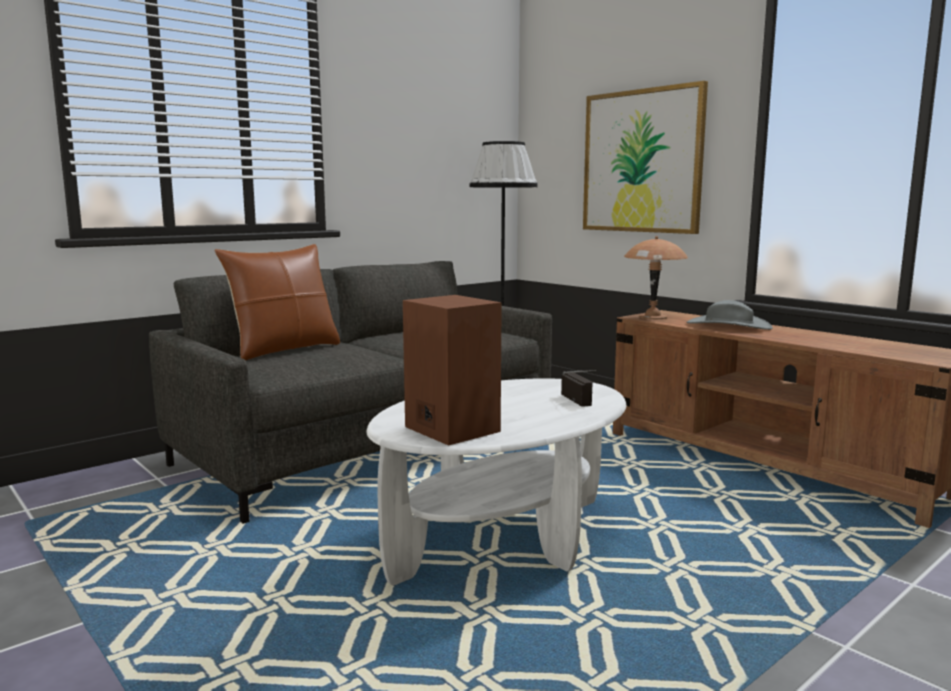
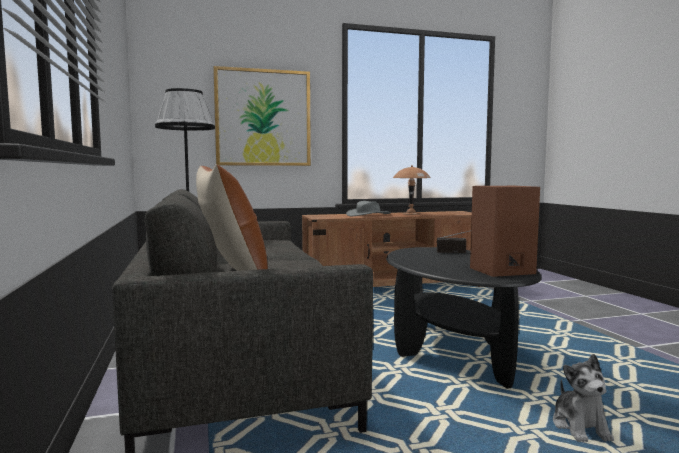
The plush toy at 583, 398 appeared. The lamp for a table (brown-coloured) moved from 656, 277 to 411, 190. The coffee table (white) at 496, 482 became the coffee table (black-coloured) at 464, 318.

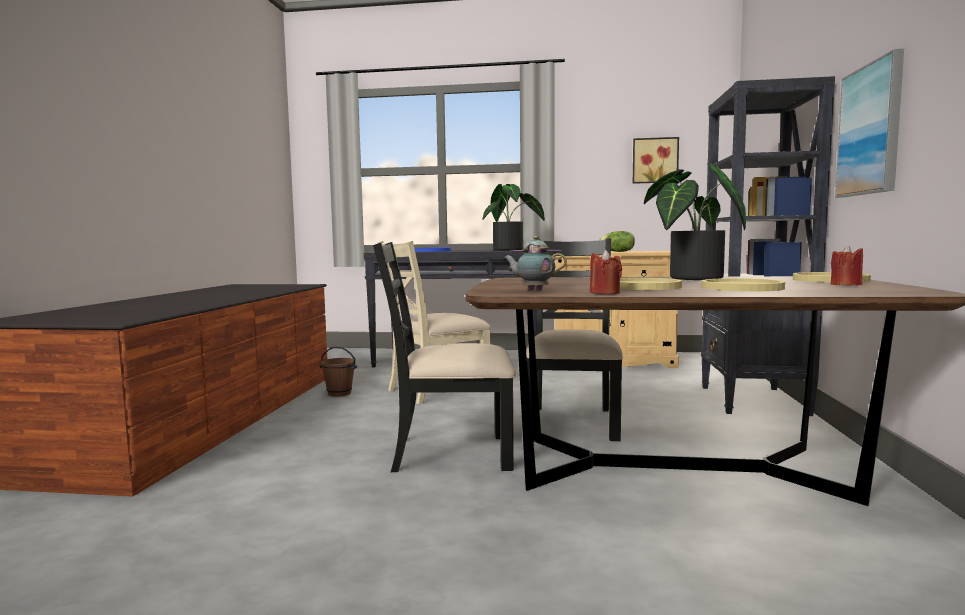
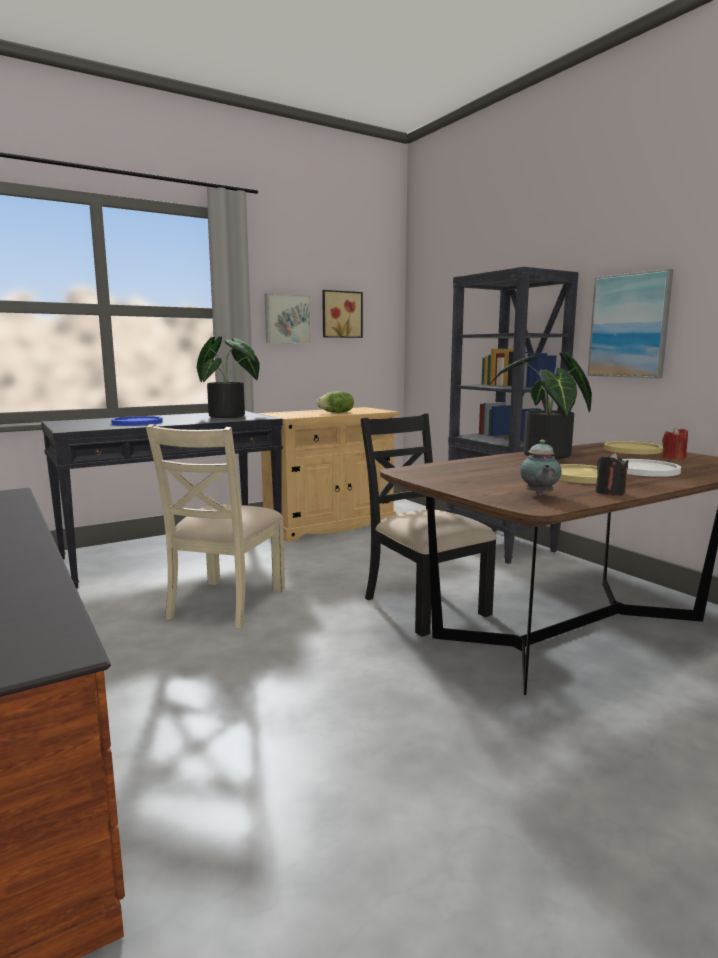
The bucket (brown-coloured) at 338, 372 disappeared. The upright chair (black-coloured) at 444, 357 disappeared. The picture at 288, 318 appeared. The wax light (red) at 606, 272 became the wax light (black-coloured) at 612, 474. The flat dish (yellow-coloured) at 743, 285 became the flat dish (white) at 651, 468. The pot for tea at 535, 263 turned 60 degrees counterclockwise.

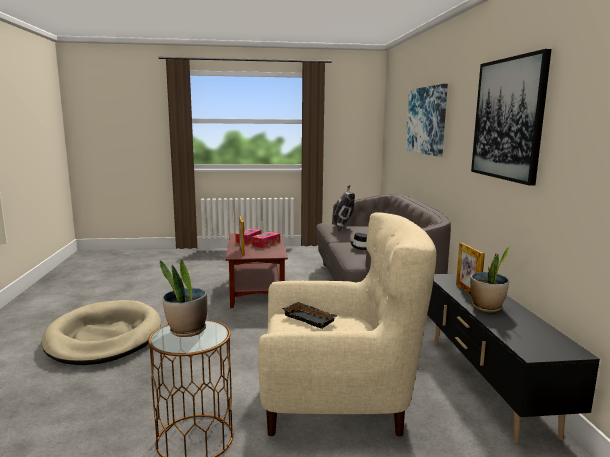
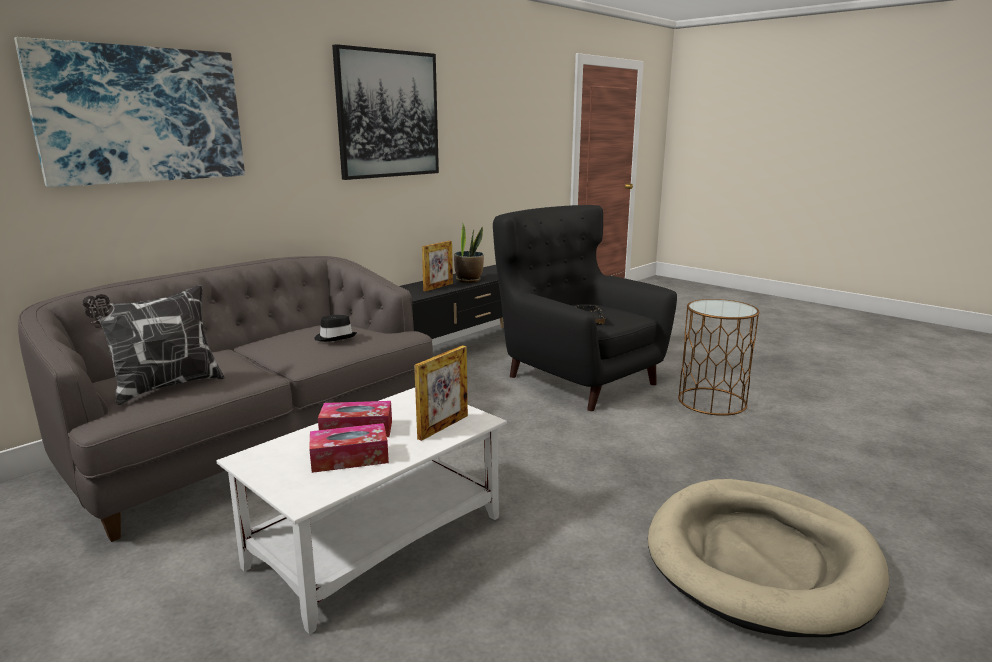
The houseplant at 183, 298 disappeared. The coffee table (brown-coloured) at 257, 270 became the coffee table (white) at 362, 511. The lounge chair (beige-coloured) at 347, 324 became the lounge chair (black-coloured) at 585, 308.

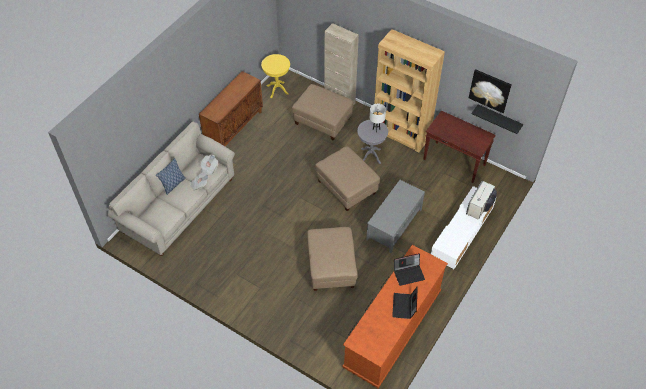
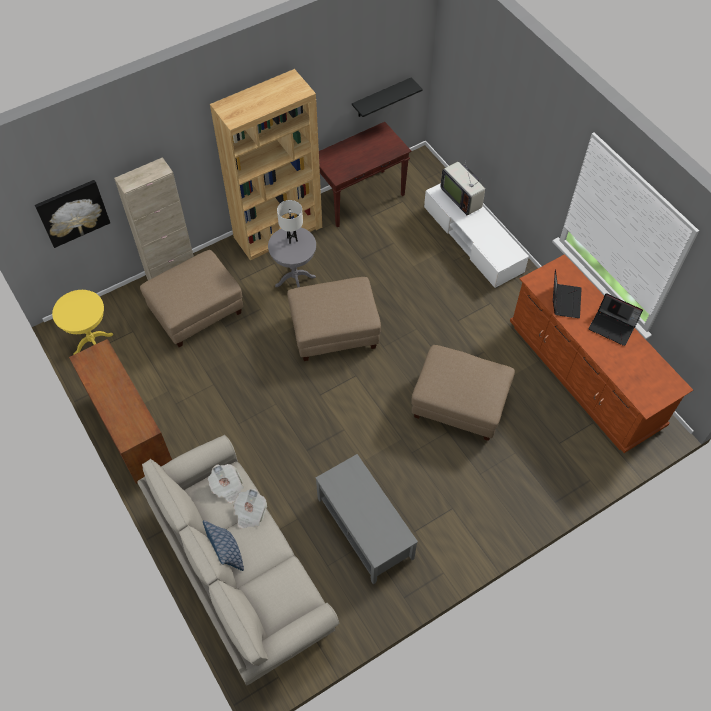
The coffee table (grey) moved from 395, 216 to 367, 519. The picture moved from 490, 91 to 72, 214.

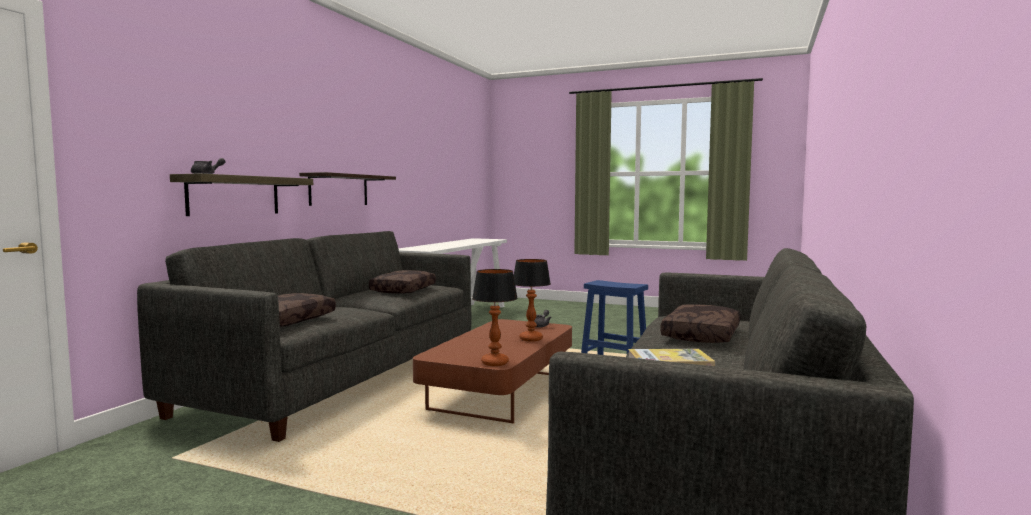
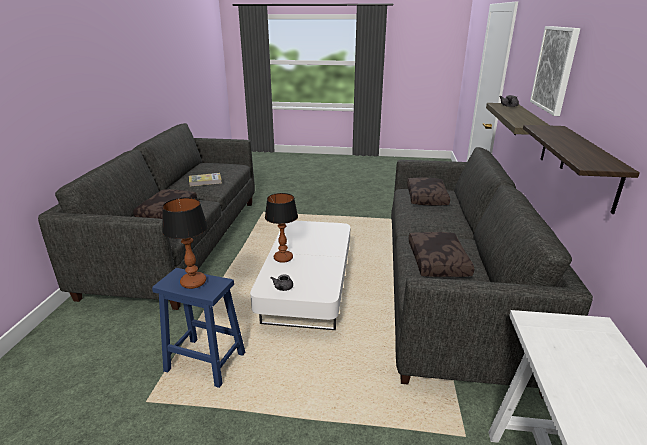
The picture at 555, 71 appeared. The lamp for a table moved from 495, 317 to 185, 243. The coffee table (brown-coloured) at 492, 371 became the coffee table (white) at 300, 275.

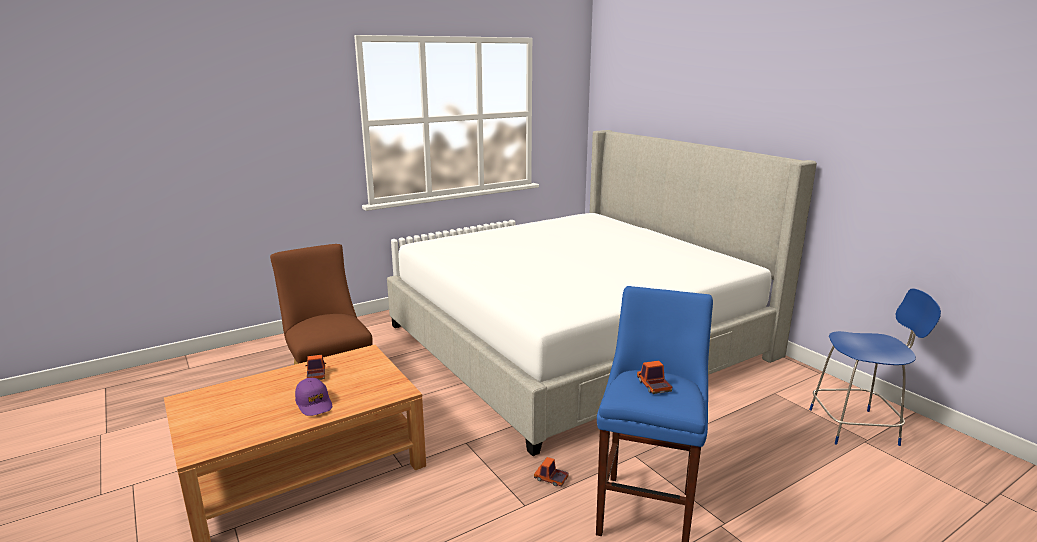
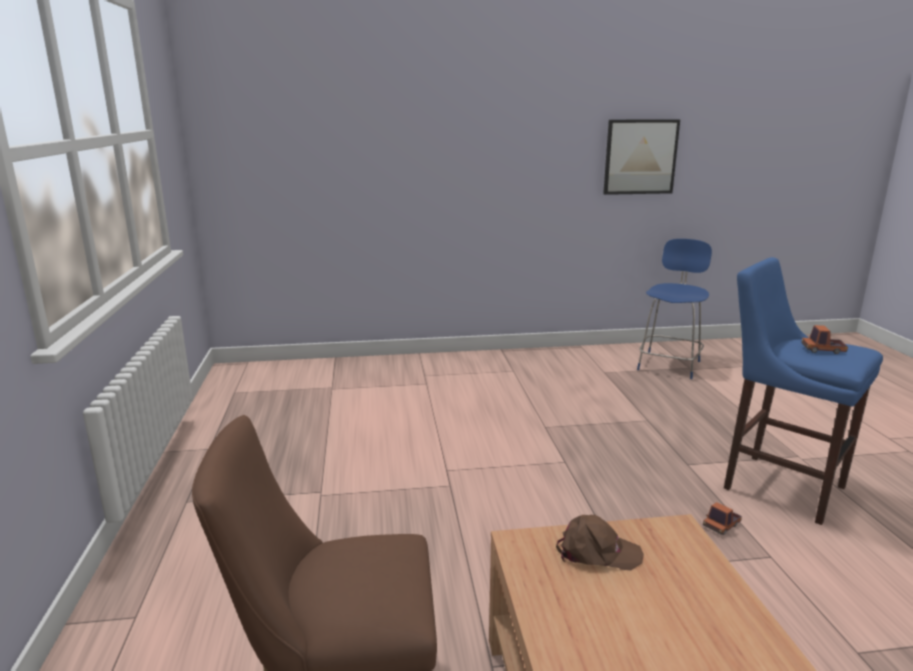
The peaked cap (purple) at 313, 397 disappeared. The toy lorry at 316, 367 disappeared. The bedroom bed at 602, 293 disappeared. The peaked cap (brown-coloured) at 600, 543 appeared. The picture at 641, 157 appeared.

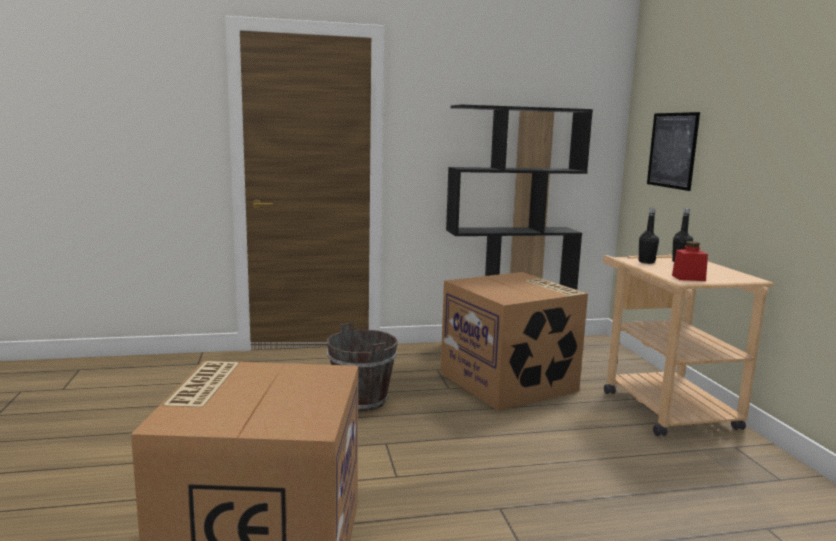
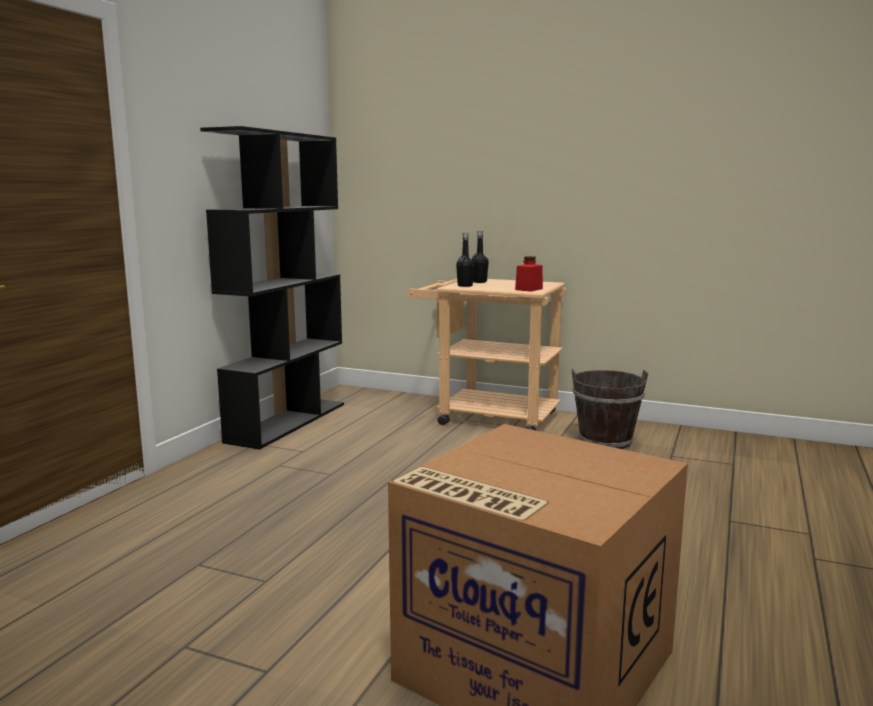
The carton at 514, 341 disappeared. The picture at 673, 151 disappeared. The bucket (brown-coloured) moved from 362, 367 to 609, 409.

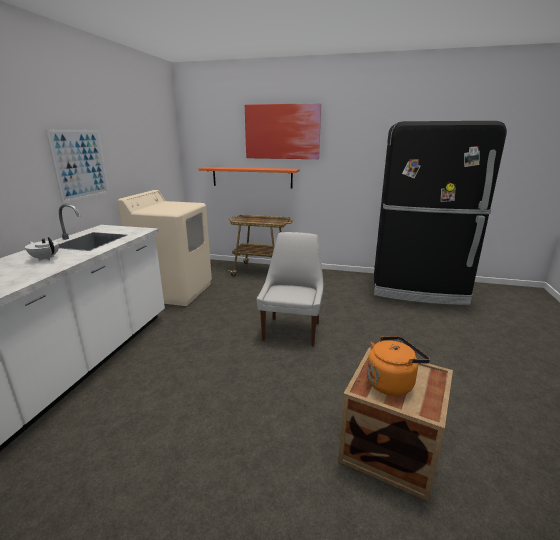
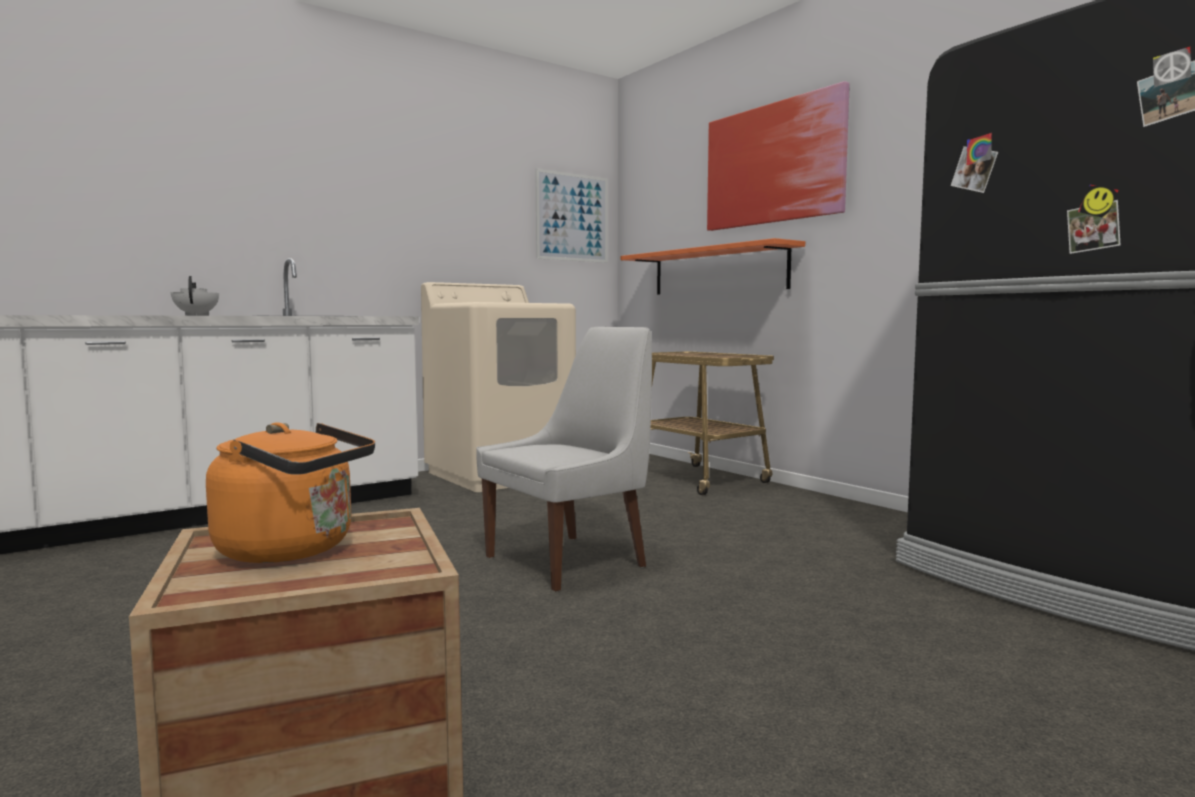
The picture moved from 77, 166 to 572, 215.

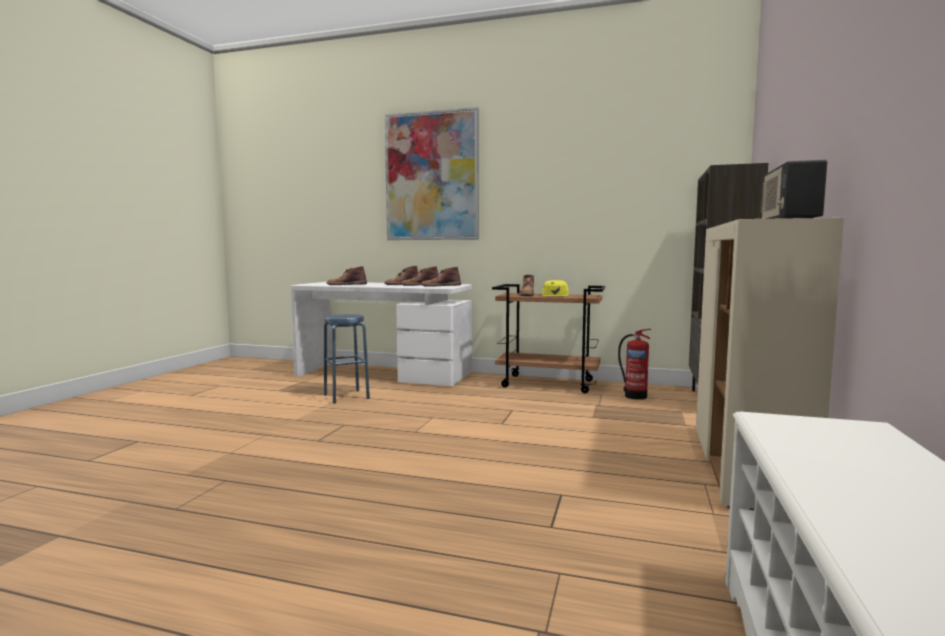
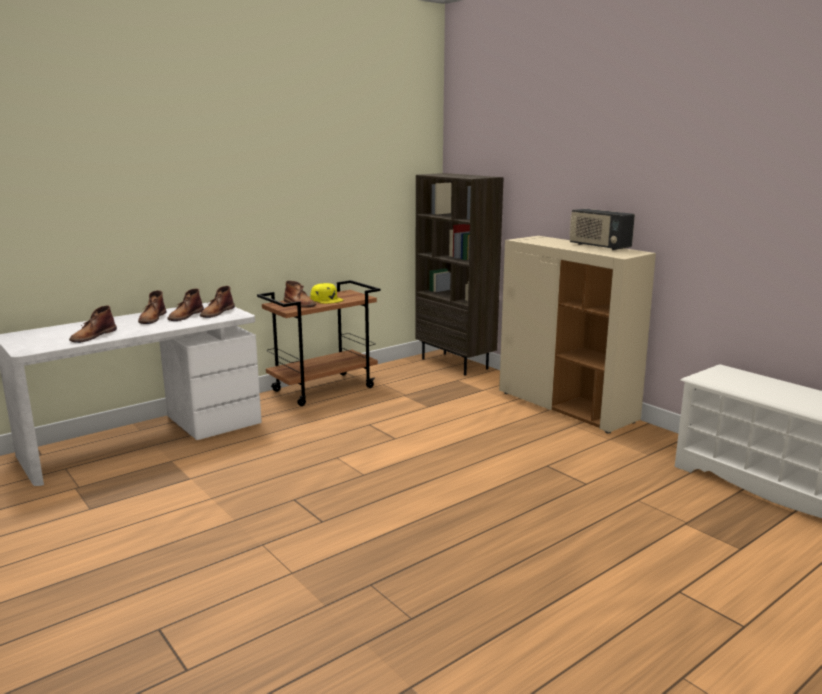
The sitting stool (blue-coloured) at 347, 359 disappeared. The picture at 432, 173 disappeared. The fire-fighting cylinder at 634, 364 disappeared.

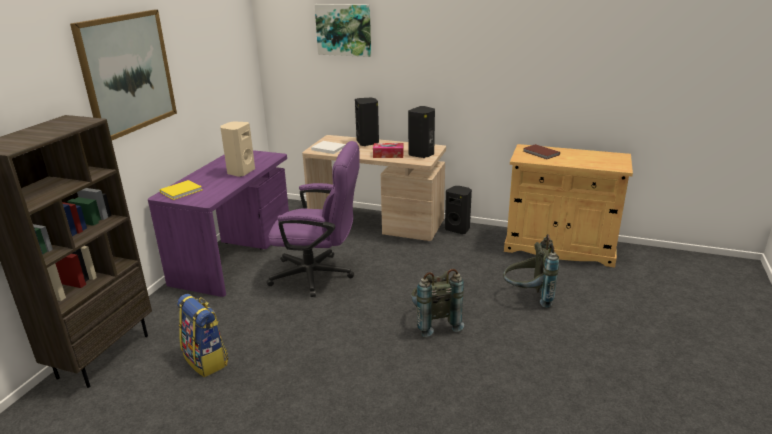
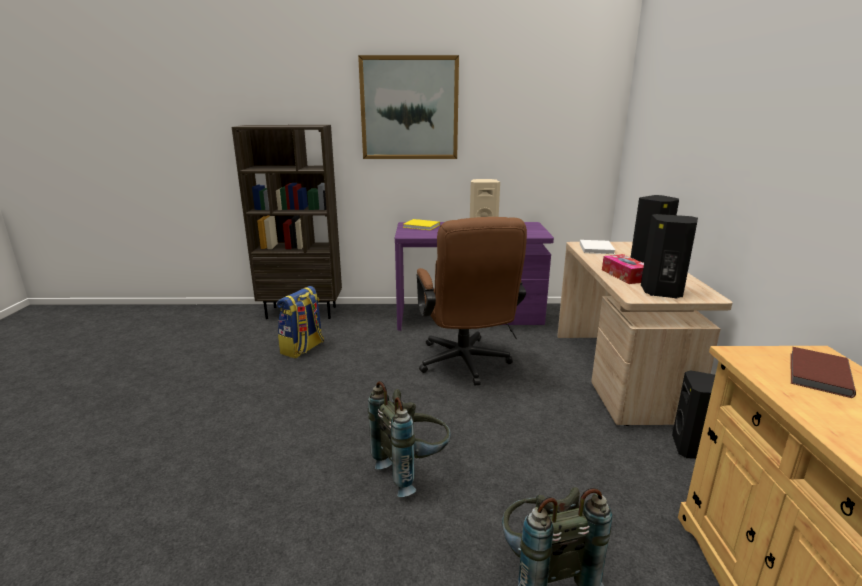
The picture at 343, 30 disappeared. The computer chair (purple) at 313, 219 became the computer chair (brown-coloured) at 472, 301.

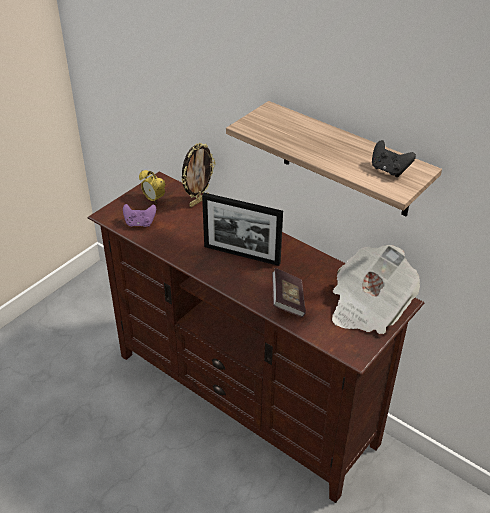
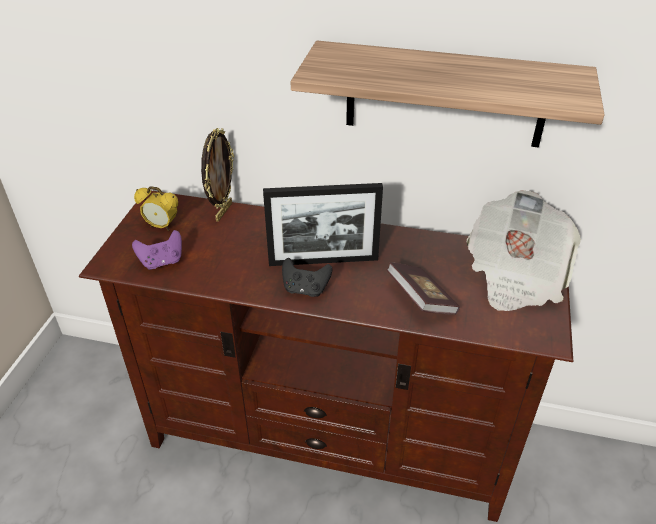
The game controller (black-coloured) moved from 394, 158 to 307, 277.

